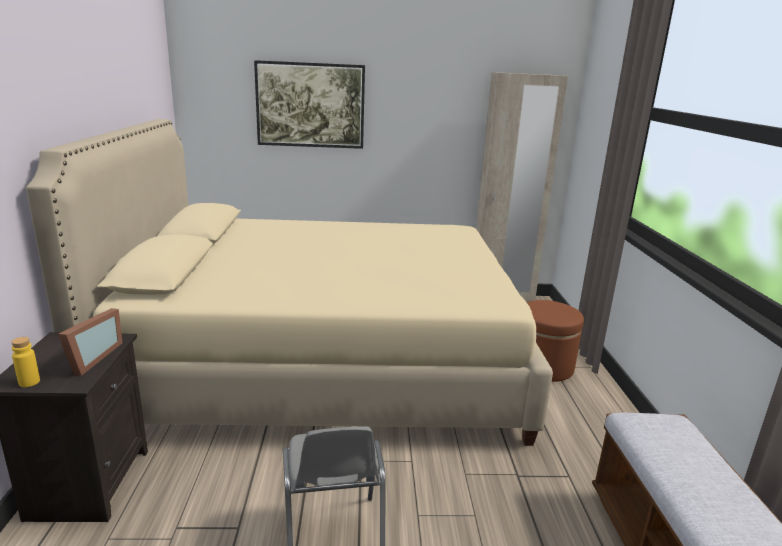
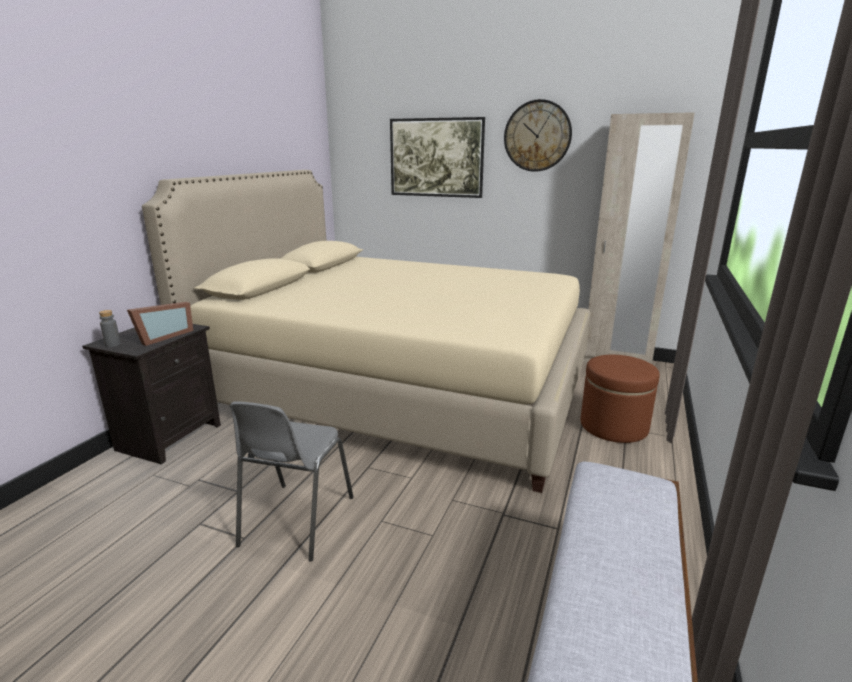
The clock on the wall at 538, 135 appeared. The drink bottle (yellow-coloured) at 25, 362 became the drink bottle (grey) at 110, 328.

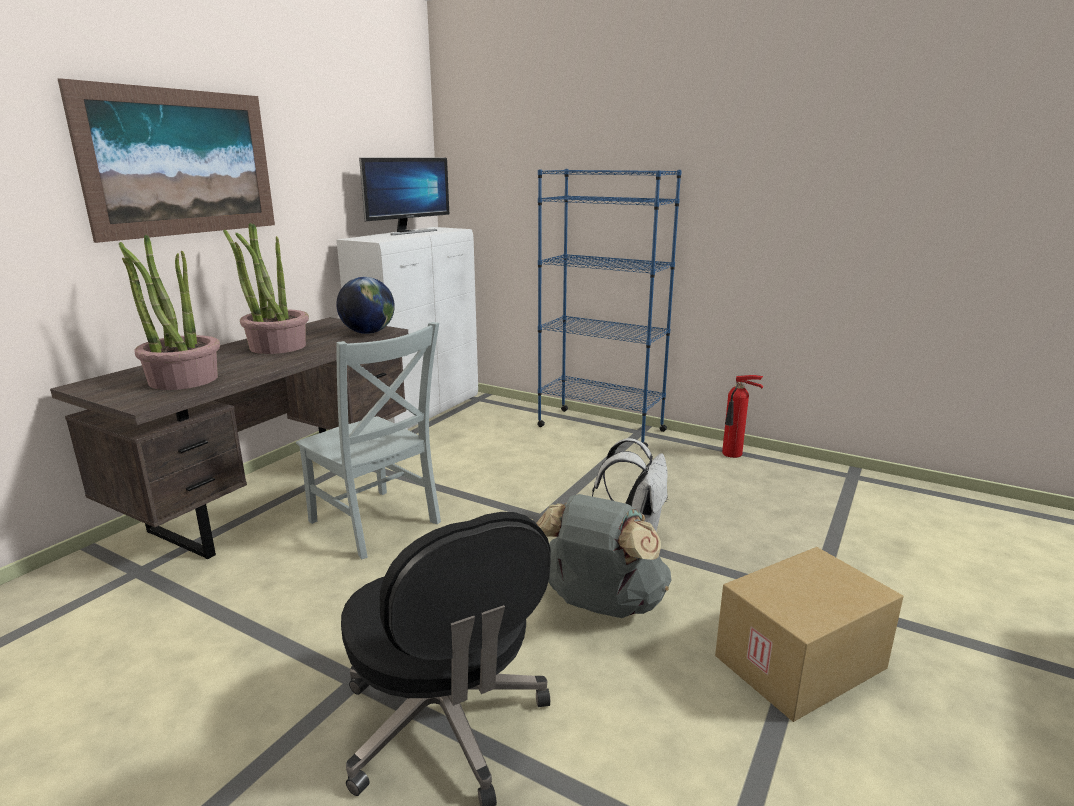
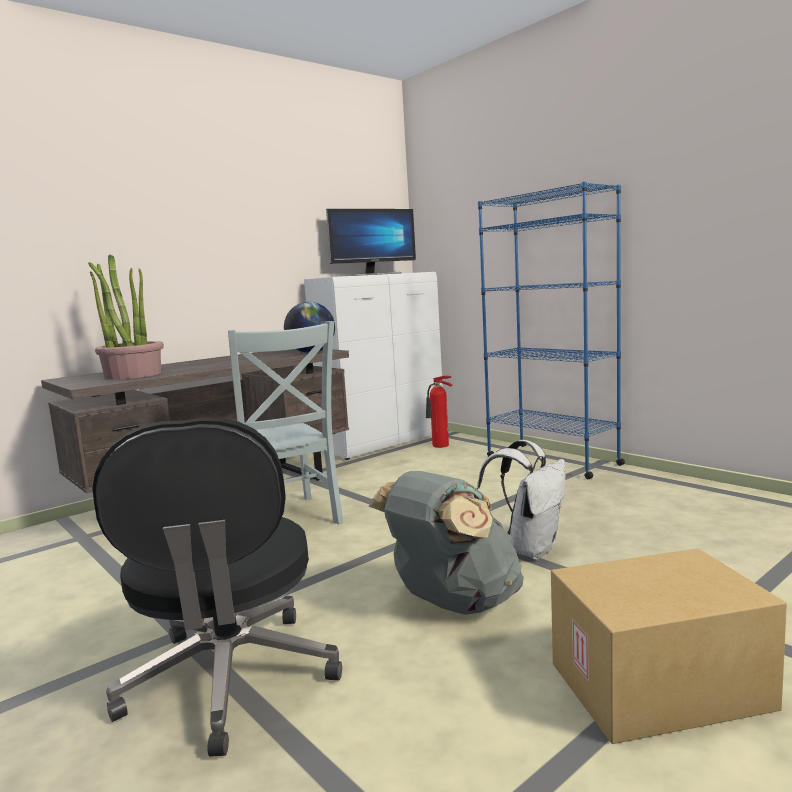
The picture at 166, 160 disappeared. The houseplant at 266, 288 disappeared. The fire-fighting cylinder moved from 743, 416 to 439, 412.

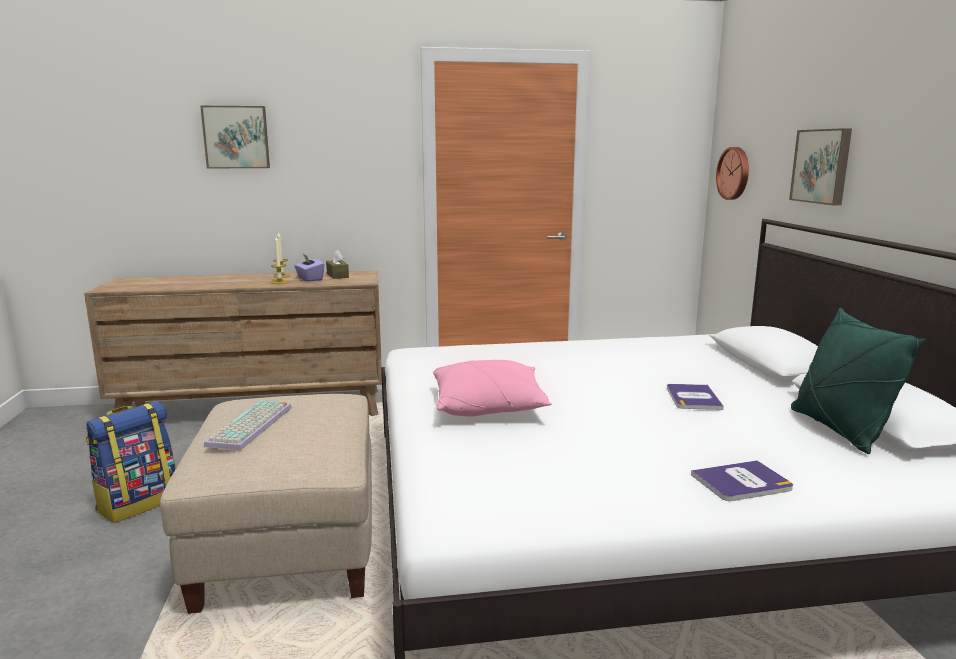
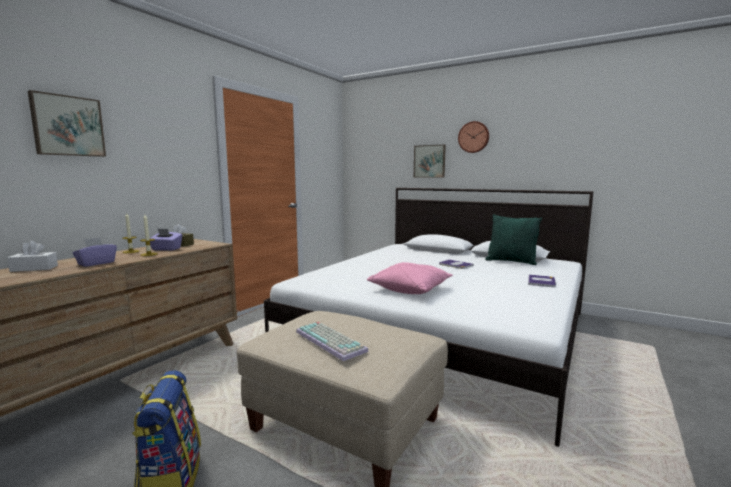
The box of tissues (white) at 32, 256 appeared. The box of tissues (purple) at 94, 252 appeared. The clock on the wall moved from 732, 173 to 473, 137.

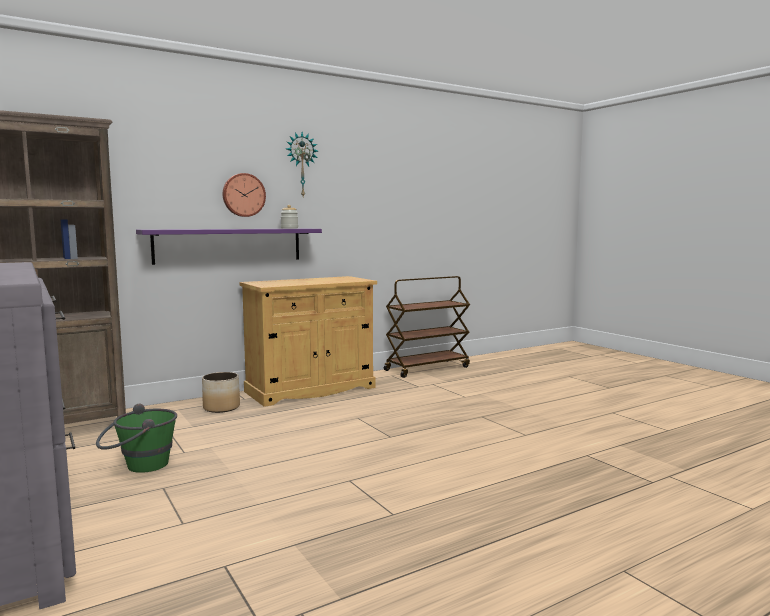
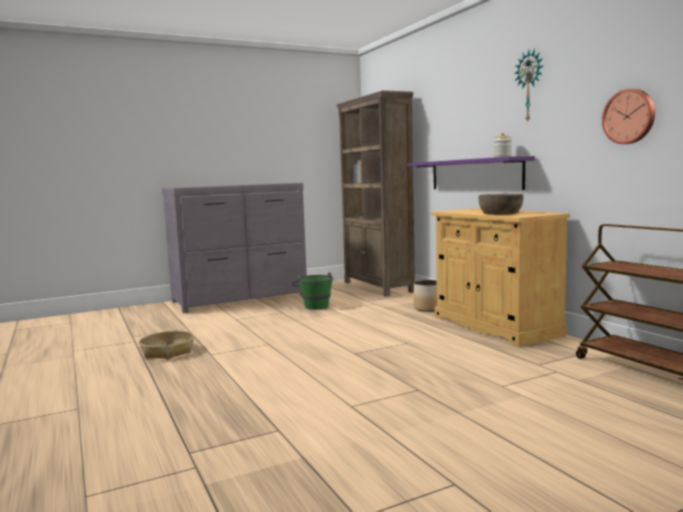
The household basket at 166, 345 appeared. The bowl (brown-coloured) at 501, 204 appeared. The clock on the wall moved from 244, 195 to 628, 116.

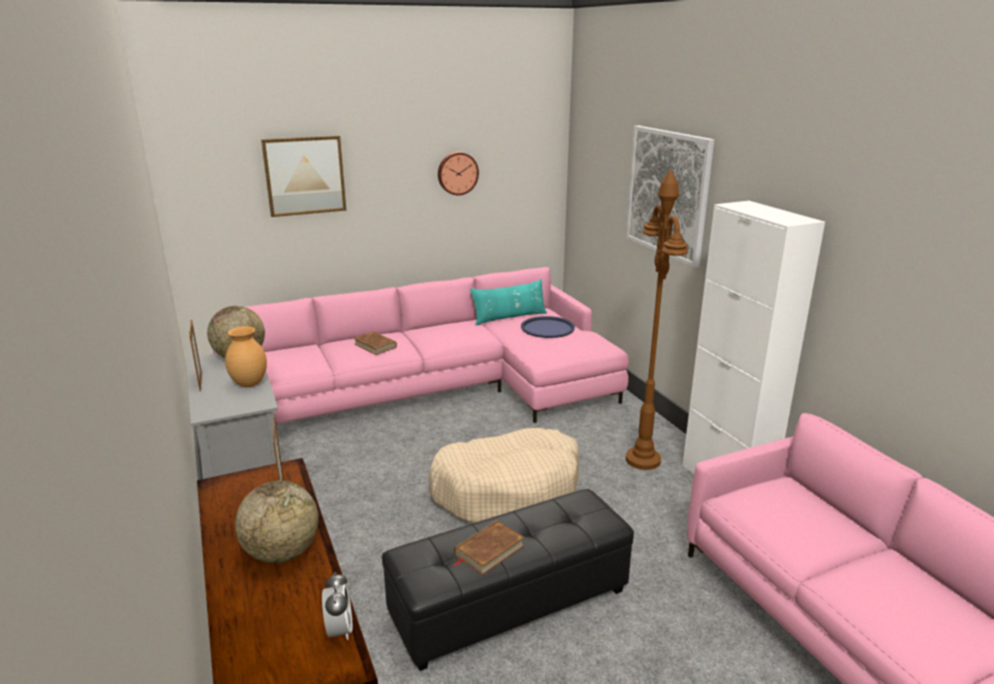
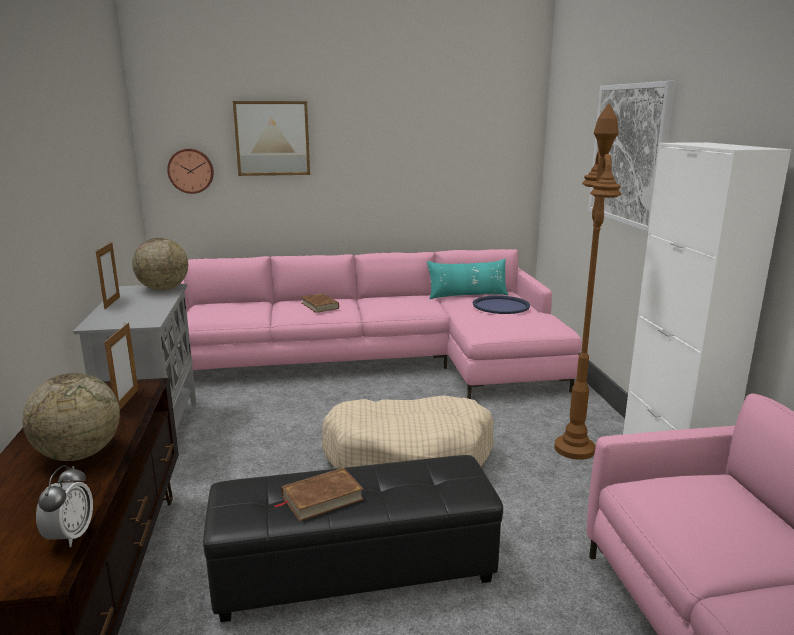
The decorative vase (brown-coloured) at 246, 356 disappeared. The clock on the wall moved from 458, 173 to 190, 171.

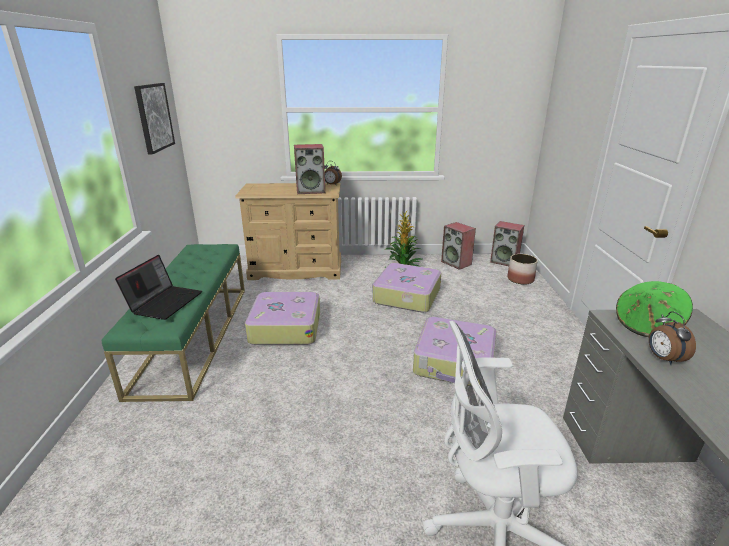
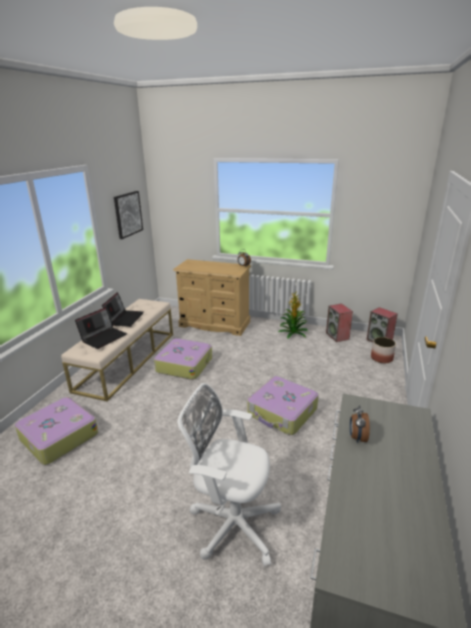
The loudspeaker at 309, 169 disappeared. The hat (greenish) at 654, 309 disappeared. The portable computer at 123, 309 appeared. The travel case moved from 406, 288 to 56, 431. The indoor bench (greenish) at 173, 323 became the indoor bench (beige-coloured) at 117, 350.

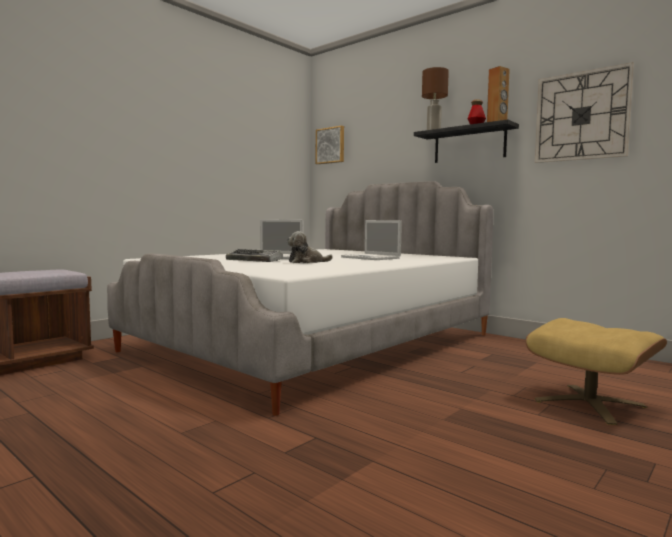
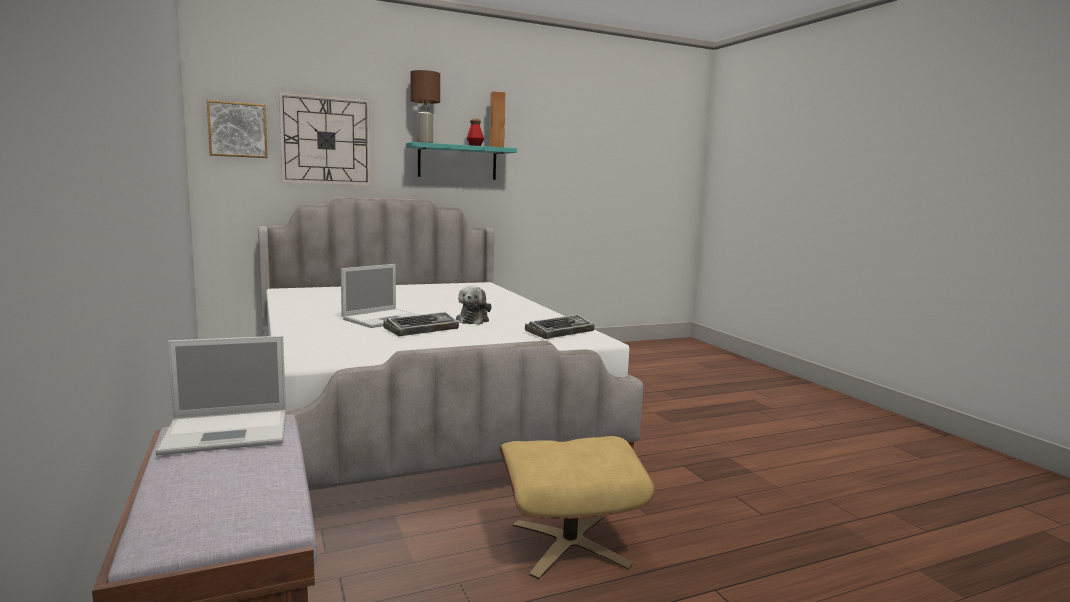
The computer keyboard at 560, 327 appeared. The portable computer moved from 371, 240 to 221, 395. The pouffe (beige-coloured) moved from 596, 371 to 577, 507. The clock on the wall moved from 584, 112 to 325, 139. The shelf (black-coloured) at 466, 141 became the shelf (turquoise-coloured) at 461, 161.

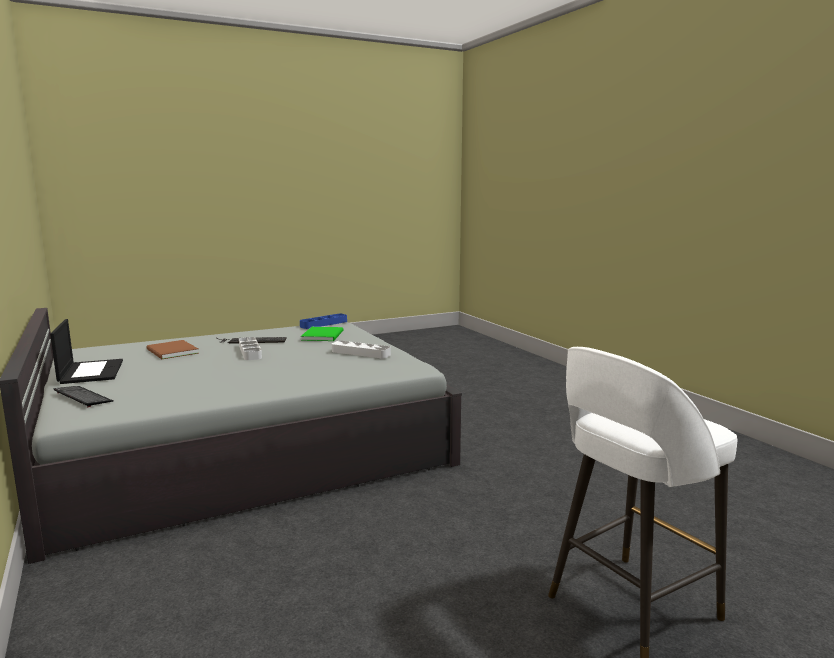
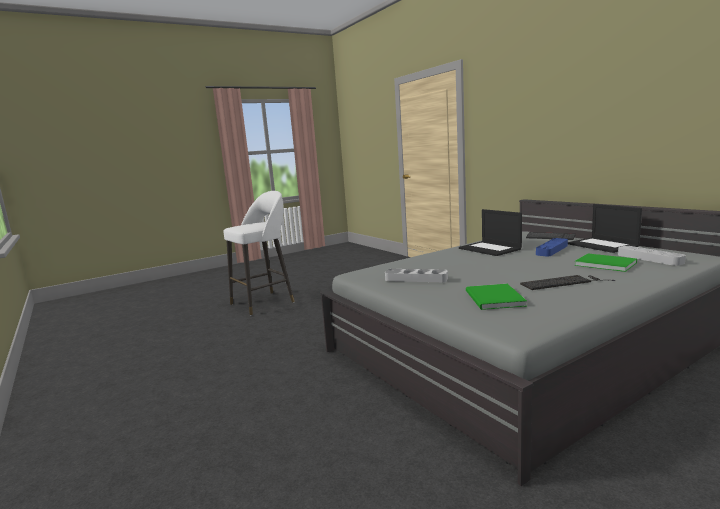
The portable computer at 490, 232 appeared. The carrying tray (grey) moved from 250, 348 to 652, 256. The carrying tray (blue-coloured) moved from 323, 321 to 552, 247. The volume (brown-coloured) at 172, 349 became the volume (greenish) at 606, 263.

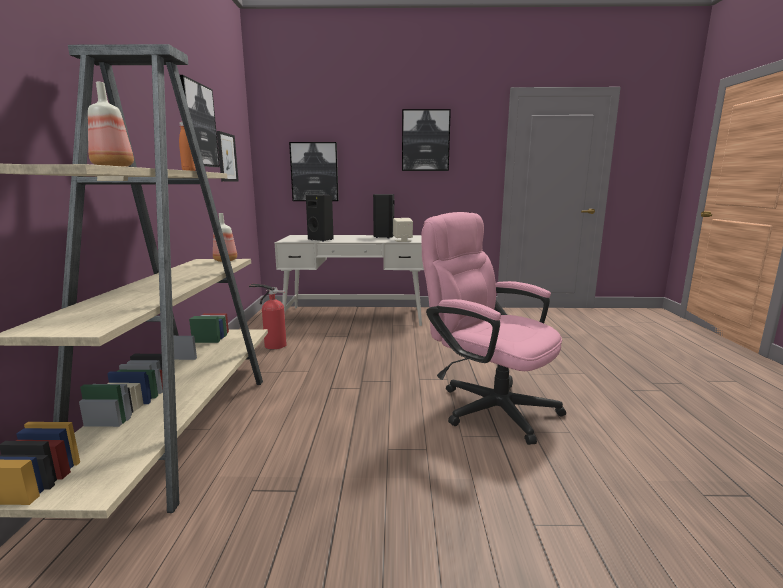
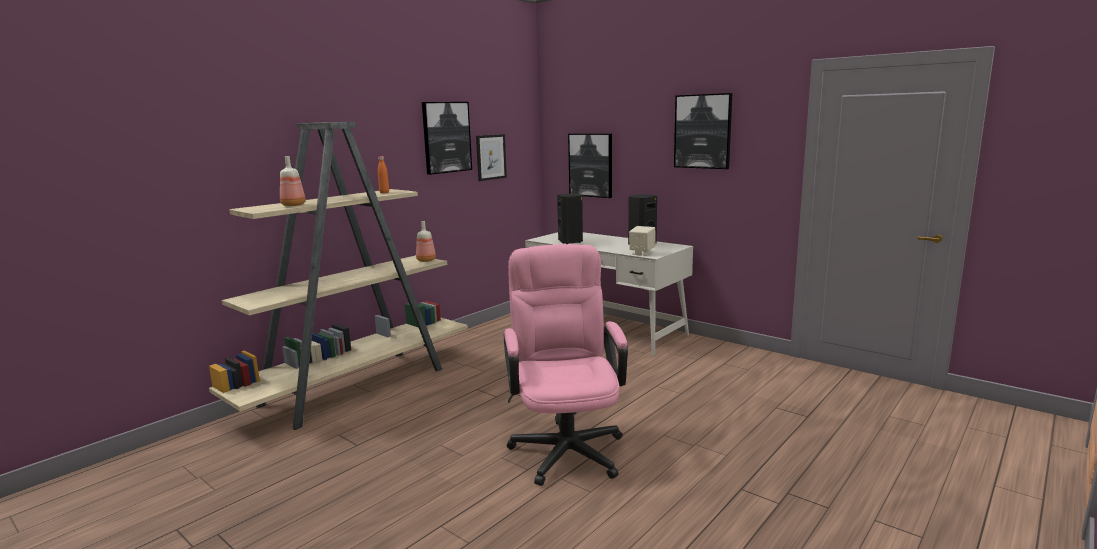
The fire-fighting cylinder at 268, 316 disappeared.

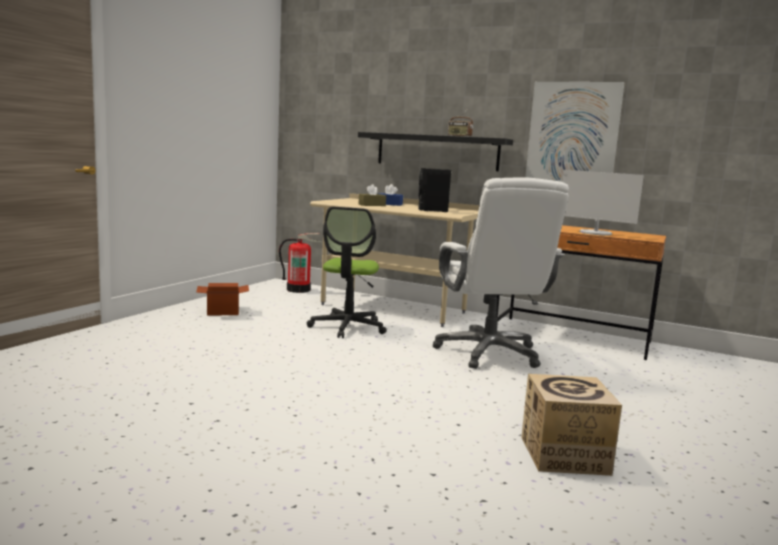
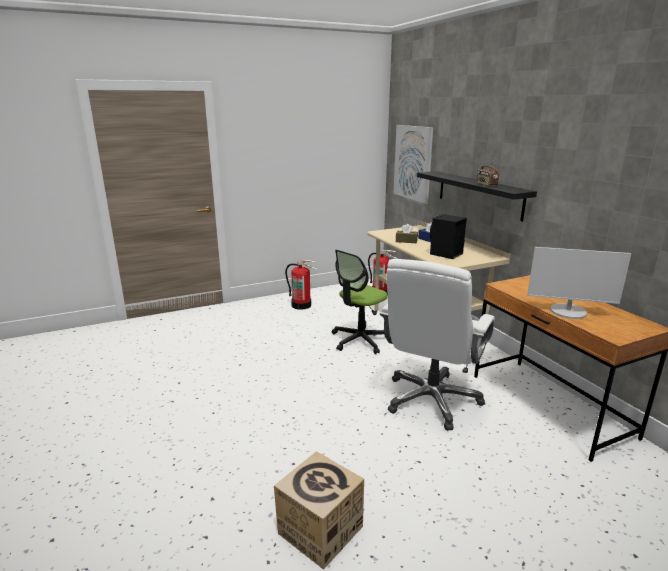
The picture moved from 575, 132 to 413, 164. The carton at 222, 299 was replaced by the fire-fighting cylinder at 301, 285. The computer screen at 603, 202 turned 60 degrees counterclockwise.

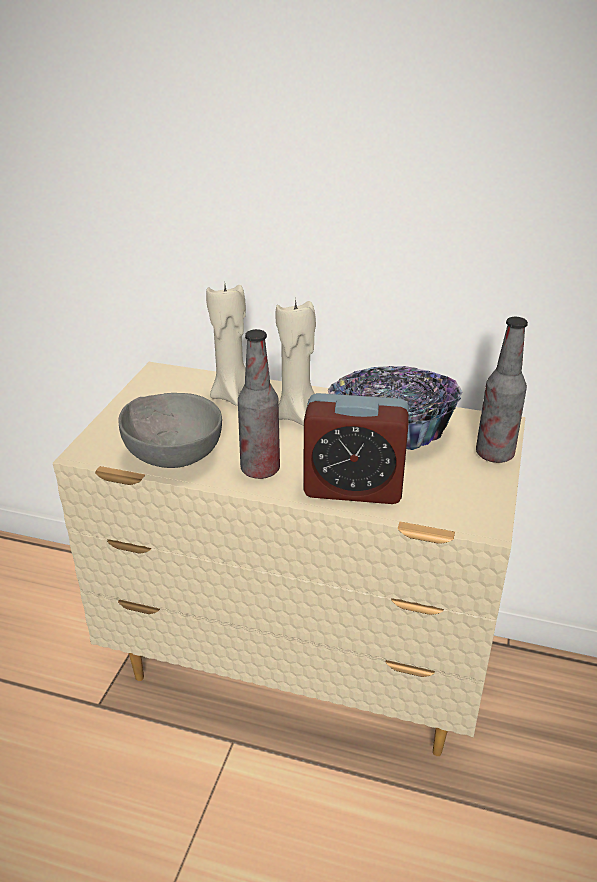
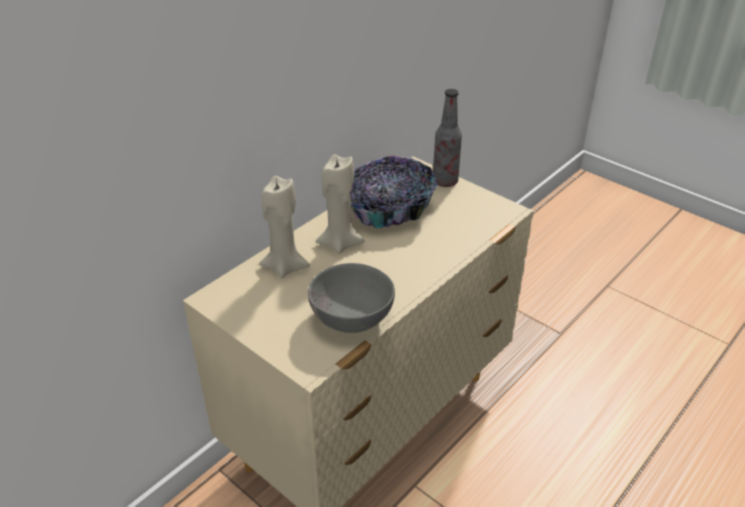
The drink bottle at 259, 404 disappeared. The alarm clock at 356, 448 disappeared.

